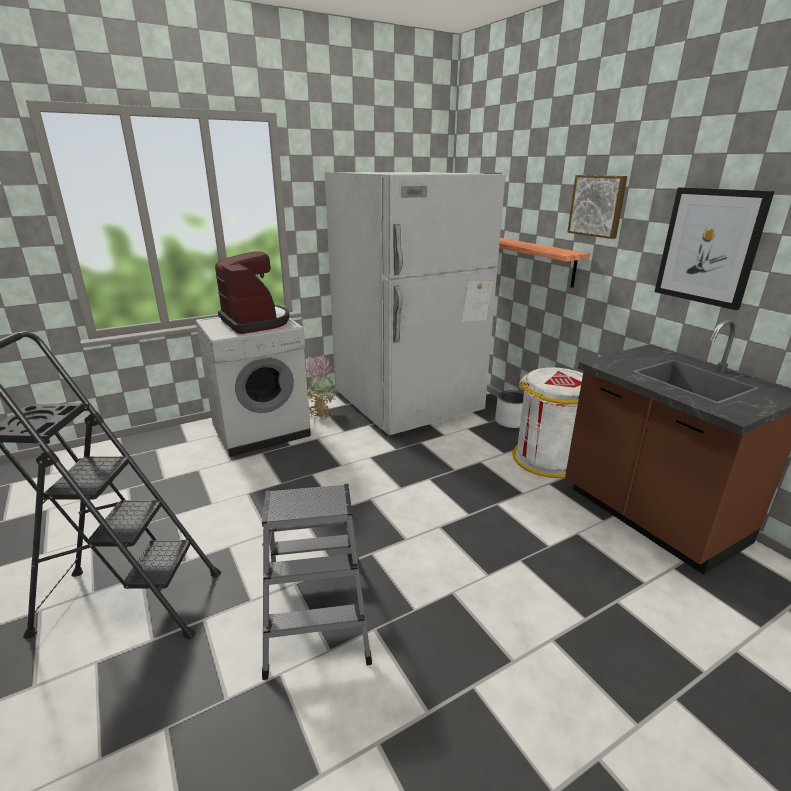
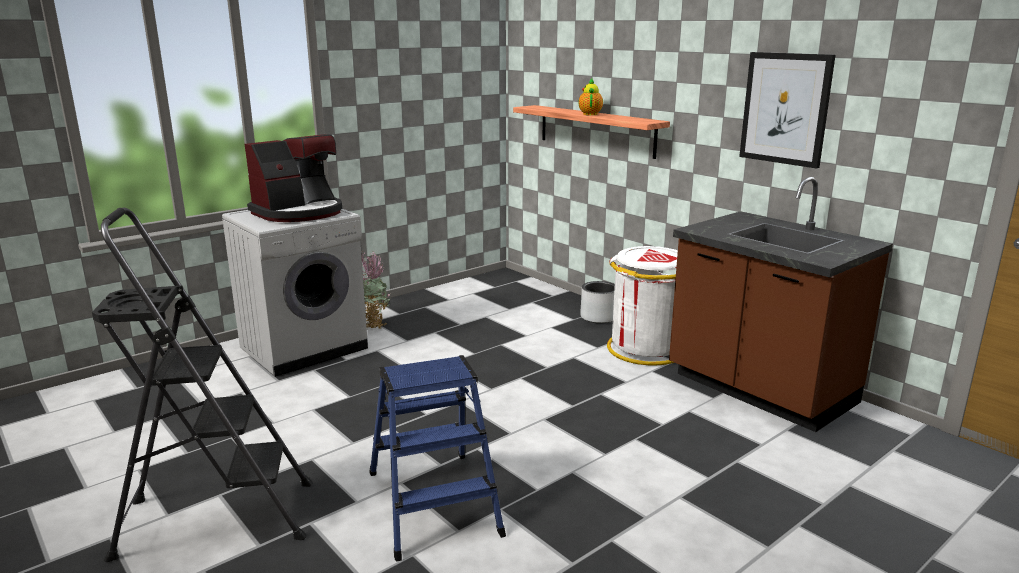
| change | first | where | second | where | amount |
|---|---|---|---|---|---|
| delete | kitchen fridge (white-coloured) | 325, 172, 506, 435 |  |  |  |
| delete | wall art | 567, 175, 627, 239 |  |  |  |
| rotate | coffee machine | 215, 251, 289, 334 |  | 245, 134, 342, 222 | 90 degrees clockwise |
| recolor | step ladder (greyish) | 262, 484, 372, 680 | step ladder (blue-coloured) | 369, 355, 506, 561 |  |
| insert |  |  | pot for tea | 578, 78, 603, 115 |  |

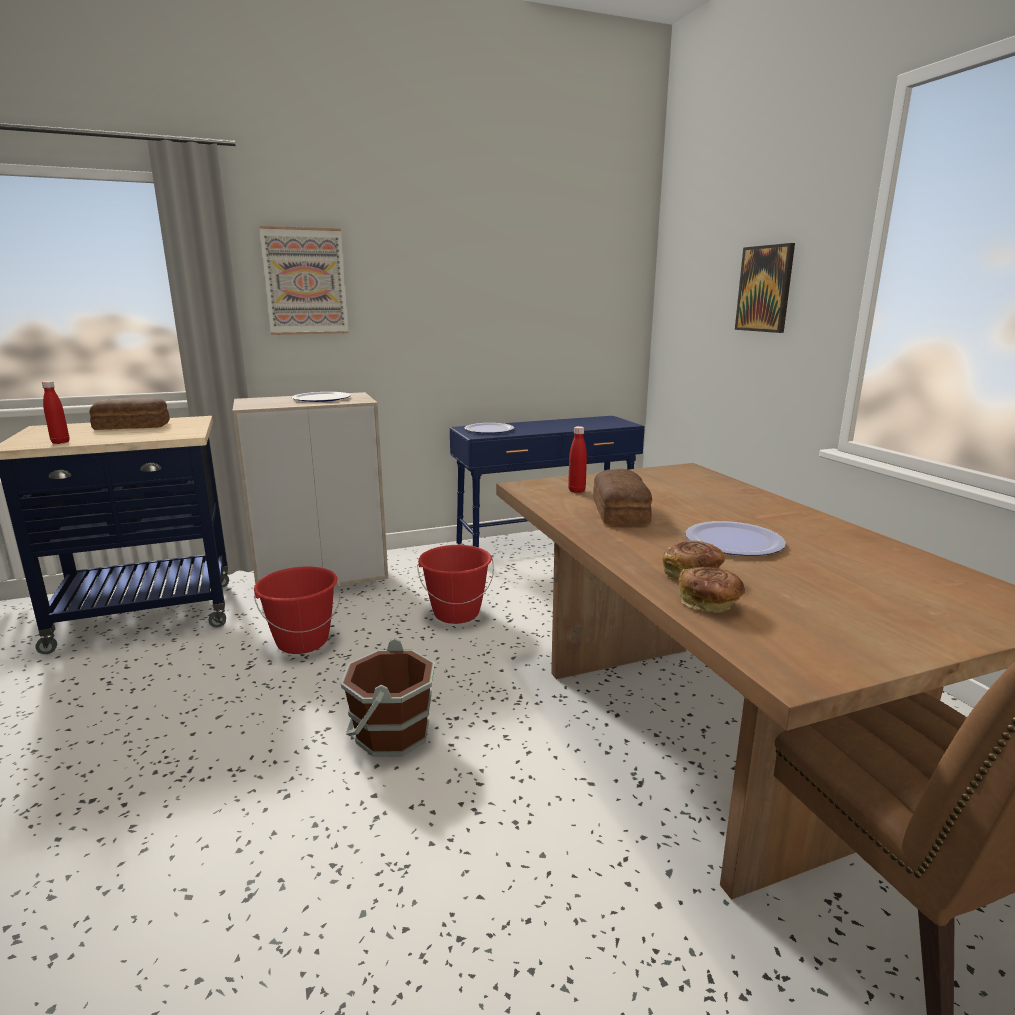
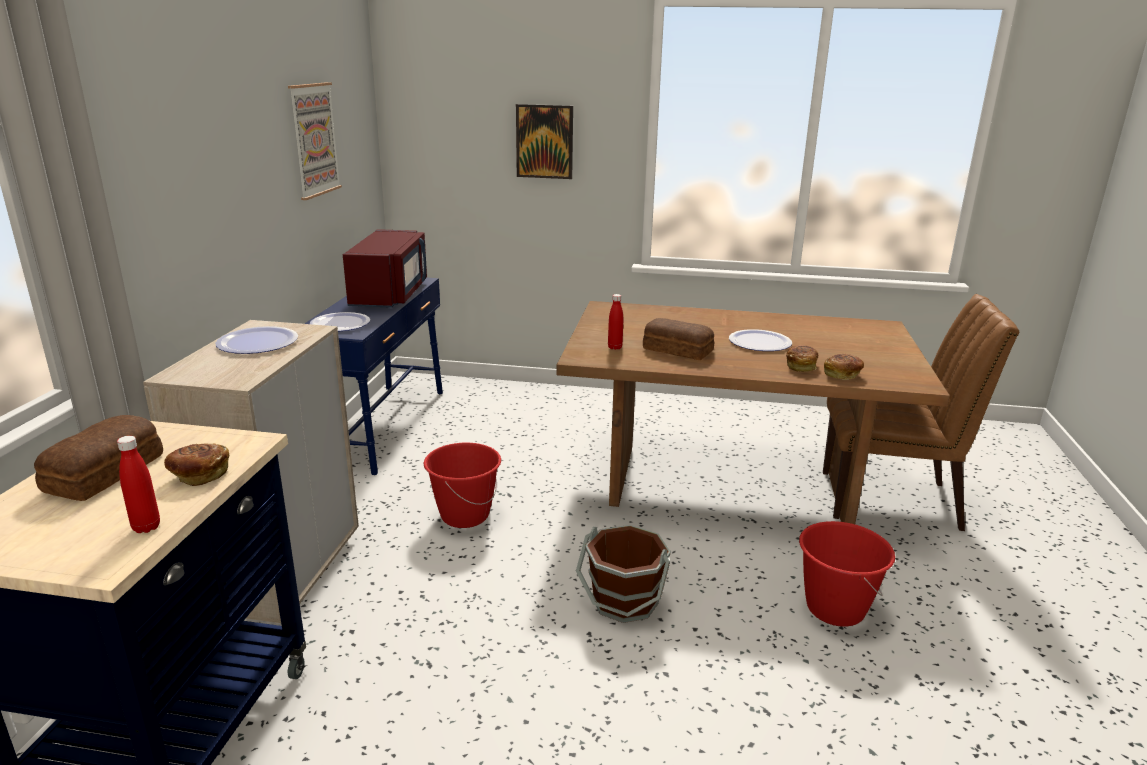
| change | first | where | second | where | amount |
|---|---|---|---|---|---|
| move | wall art | 259, 226, 349, 335 |  | 288, 82, 342, 200 |  |
| move | pail (red) | 254, 566, 341, 654 |  | 799, 521, 895, 627 |  |
| insert |  |  | microwave (red) | 343, 229, 427, 308 |  |
| insert |  |  | bread | 164, 443, 229, 486 |  |

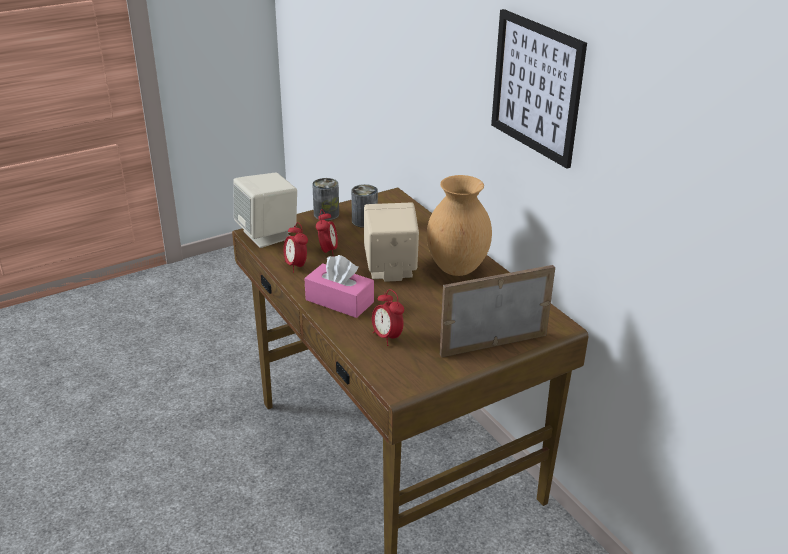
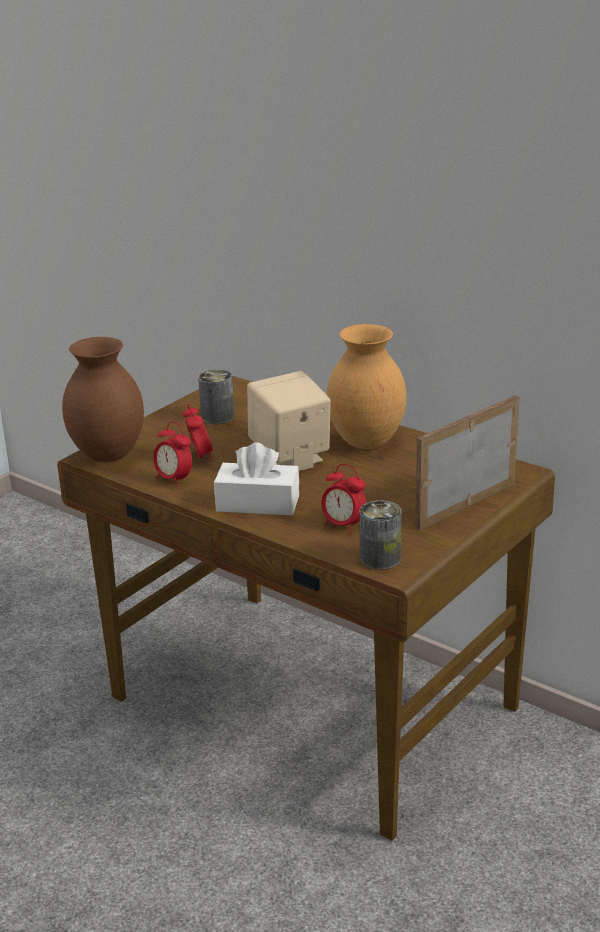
| change | first | where | second | where | amount |
|---|---|---|---|---|---|
| delete | wall art | 491, 9, 587, 169 |  |  |  |
| replace | loudspeaker (sand-coloured) | 233, 173, 297, 248 | vase (brown-coloured) | 62, 337, 144, 462 |  |
| move | metal can | 312, 178, 339, 221 |  | 359, 500, 402, 570 |  |
| recolor | box of tissues (pinkish) | 304, 255, 374, 318 | box of tissues (white-coloured) | 214, 442, 299, 515 |  |

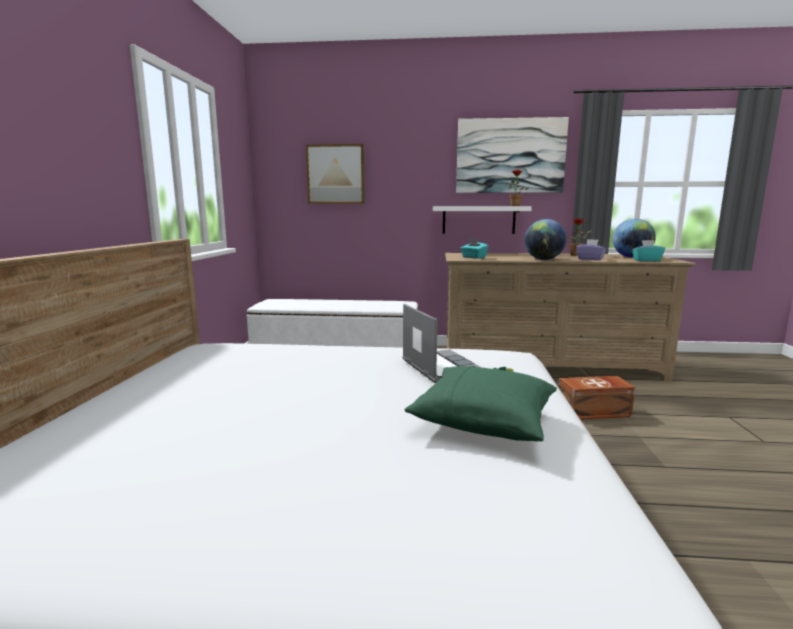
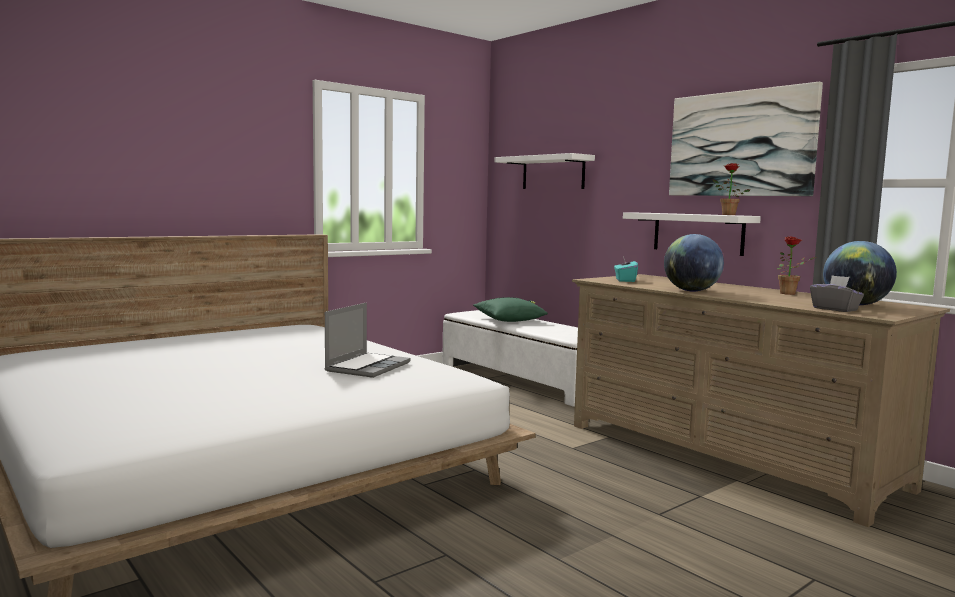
| change | first | where | second | where | amount |
|---|---|---|---|---|---|
| replace | wall art | 306, 144, 365, 204 | wall shelf (white-coloured) | 495, 153, 595, 189 |  |
| delete | box of tissues (purple) | 576, 239, 606, 260 |  |  |  |
| recolor | box of tissues (turquoise) | 632, 240, 665, 261 | box of tissues (greyish) | 810, 275, 864, 312 |  |
| move | cushion (greenish) | 405, 366, 557, 441 |  | 473, 297, 548, 322 |  |
| delete | storage container (brown-coloured) | 558, 376, 636, 419 |  |  |  |

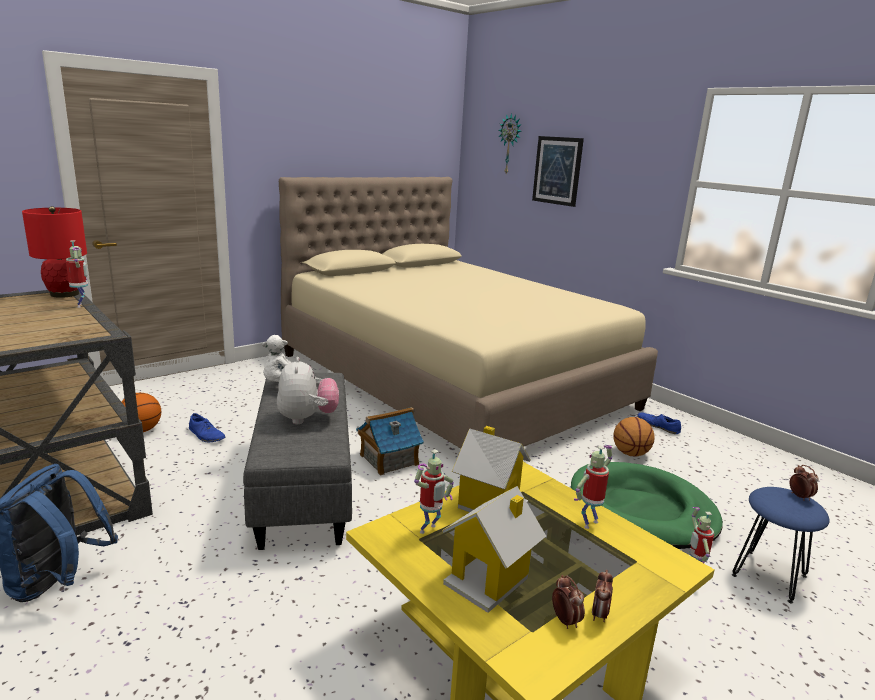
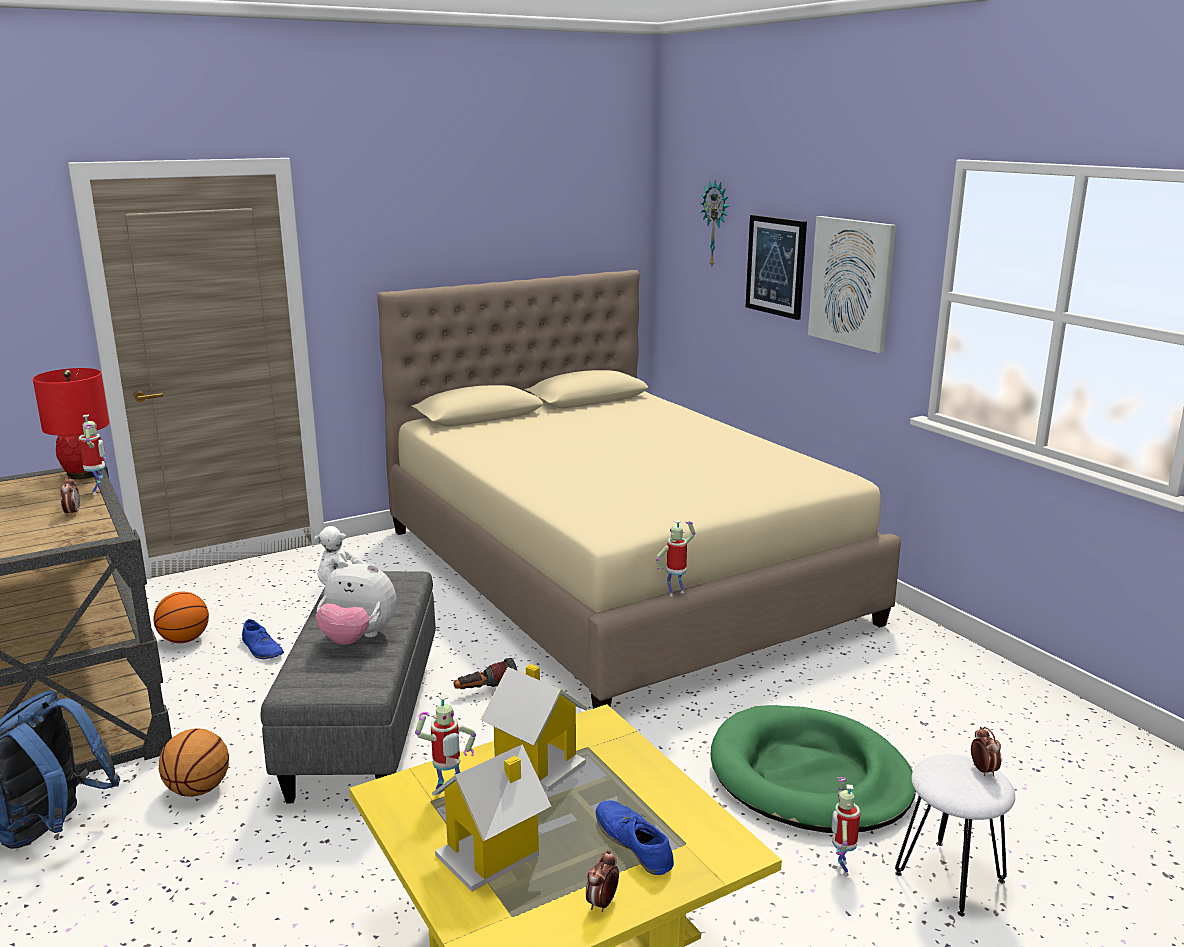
| change | first | where | second | where | amount |
|---|---|---|---|---|---|
| rotate | cuddly toy | 277, 357, 339, 424 |  | 316, 561, 397, 645 | 105 degrees clockwise |
| replace | toy house | 356, 407, 424, 476 | flashlight | 454, 658, 517, 689 |  |
| move | low shoe (blue-coloured) | 637, 412, 681, 434 |  | 596, 800, 674, 875 |  |
| move | basketball ball | 613, 417, 655, 457 |  | 159, 728, 229, 797 |  |
| move | toy robot | 574, 445, 612, 529 |  | 656, 520, 695, 597 |  |
| recolor | stool (blue-coloured) | 732, 487, 830, 604 | stool (white-coloured) | 895, 754, 1015, 916 |  |
| move | bedside clock | 552, 575, 585, 629 |  | 60, 476, 80, 516 |  |
| insert |  |  | wall art | 808, 216, 896, 353 |  |

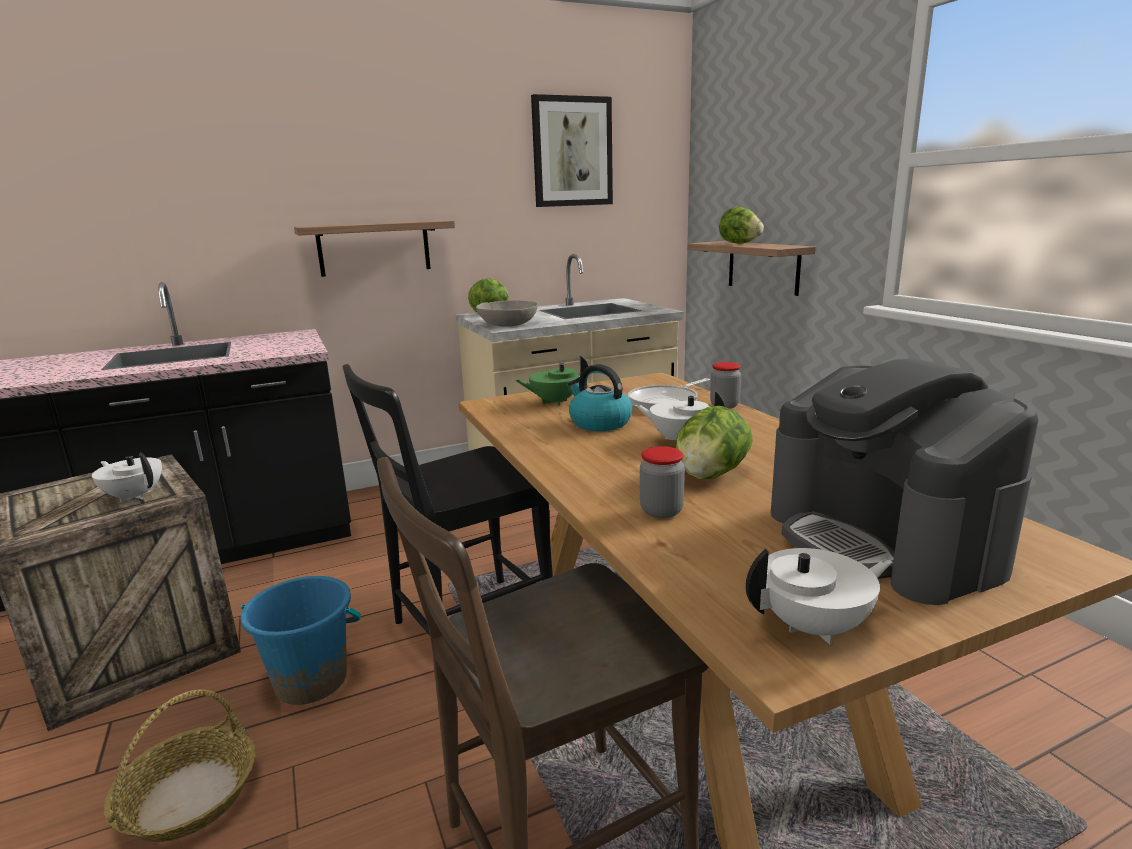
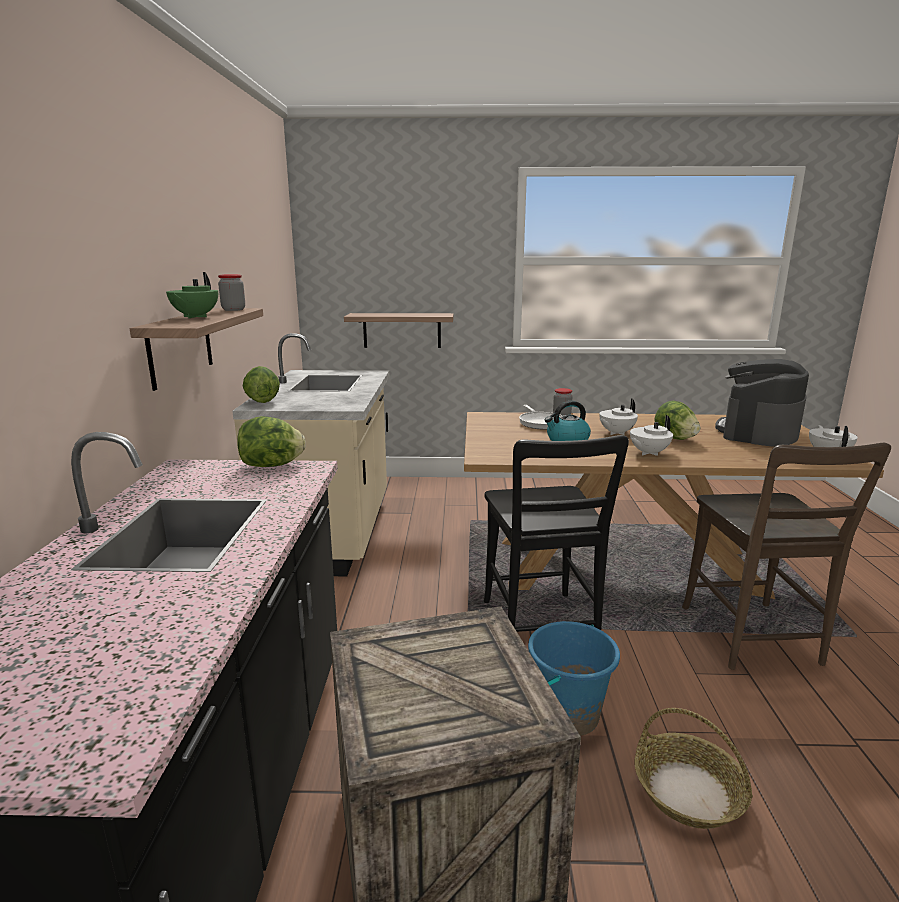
| change | first | where | second | where | amount |
|---|---|---|---|---|---|
| delete | wall art | 531, 94, 613, 207 |  |  |  |
| move | head of lettuce | 719, 206, 764, 243 |  | 238, 416, 306, 467 |  |
| delete | serving bowl (greyish) | 476, 300, 538, 327 |  |  |  |
| move | pot for tea (greenish) | 515, 355, 588, 405 |  | 166, 272, 218, 318 |  |
| rotate | coffee machine | 771, 358, 1038, 605 |  | 715, 359, 809, 446 | 120 degrees clockwise |
| move | jar | 640, 446, 685, 518 |  | 218, 274, 245, 311 |  |
| move | pot for tea (white-coloured) | 92, 453, 162, 502 |  | 630, 415, 673, 456 |  |

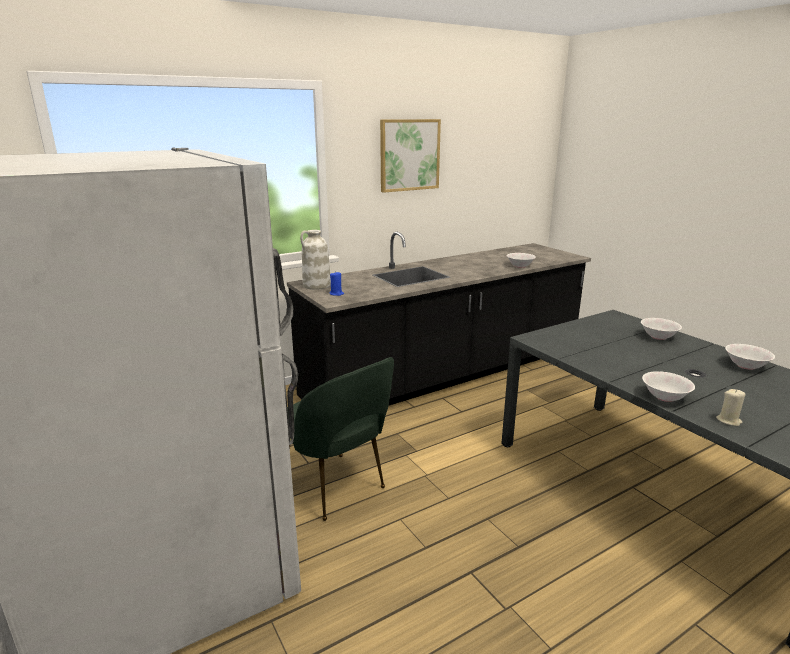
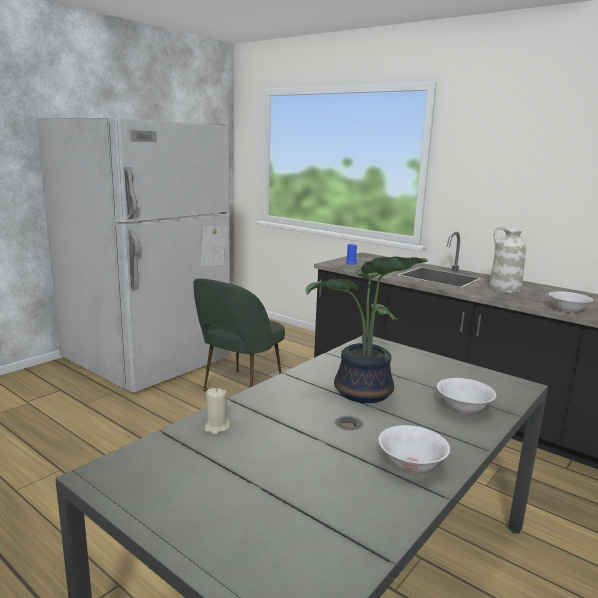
| change | first | where | second | where | amount |
|---|---|---|---|---|---|
| delete | wall art | 380, 119, 441, 193 |  |  |  |
| move | vase (white-coloured) | 300, 230, 331, 290 |  | 489, 226, 526, 293 |  |
| delete | serving bowl (white-coloured) | 642, 371, 695, 402 |  |  |  |
| insert |  |  | plant in a pot | 305, 256, 428, 403 |  |

